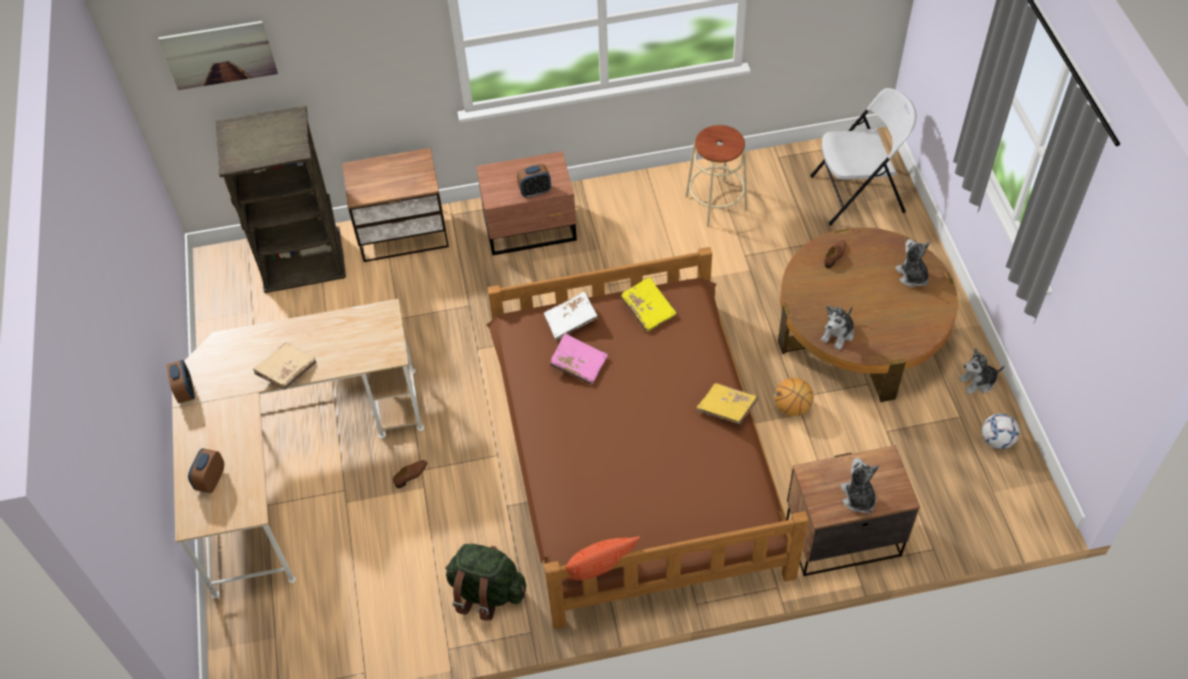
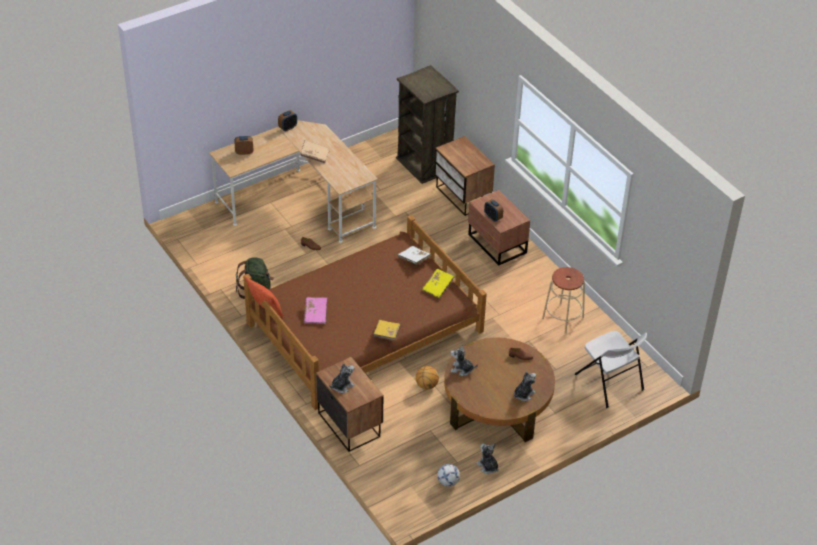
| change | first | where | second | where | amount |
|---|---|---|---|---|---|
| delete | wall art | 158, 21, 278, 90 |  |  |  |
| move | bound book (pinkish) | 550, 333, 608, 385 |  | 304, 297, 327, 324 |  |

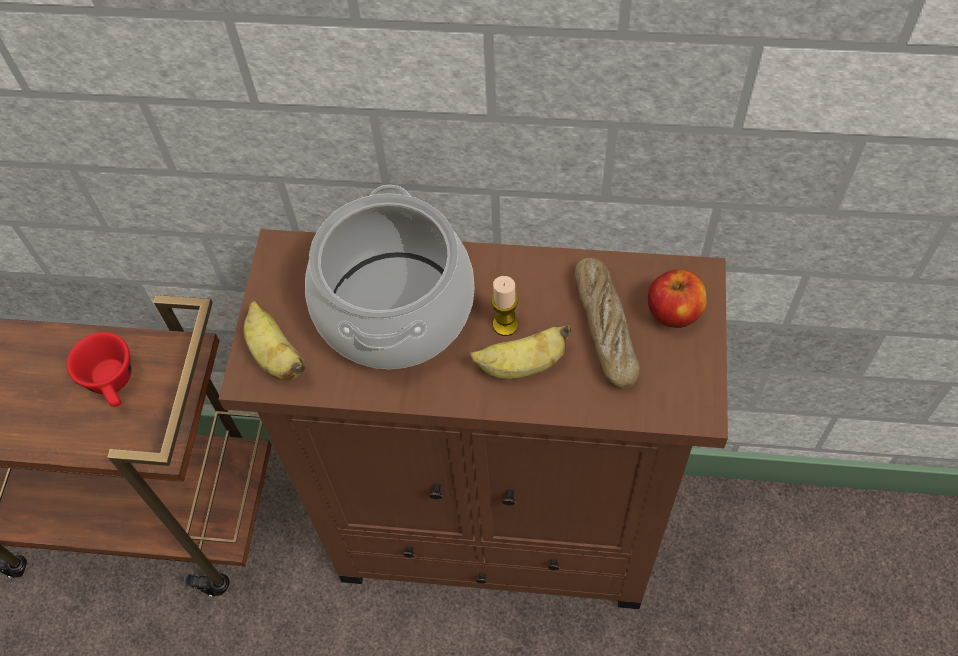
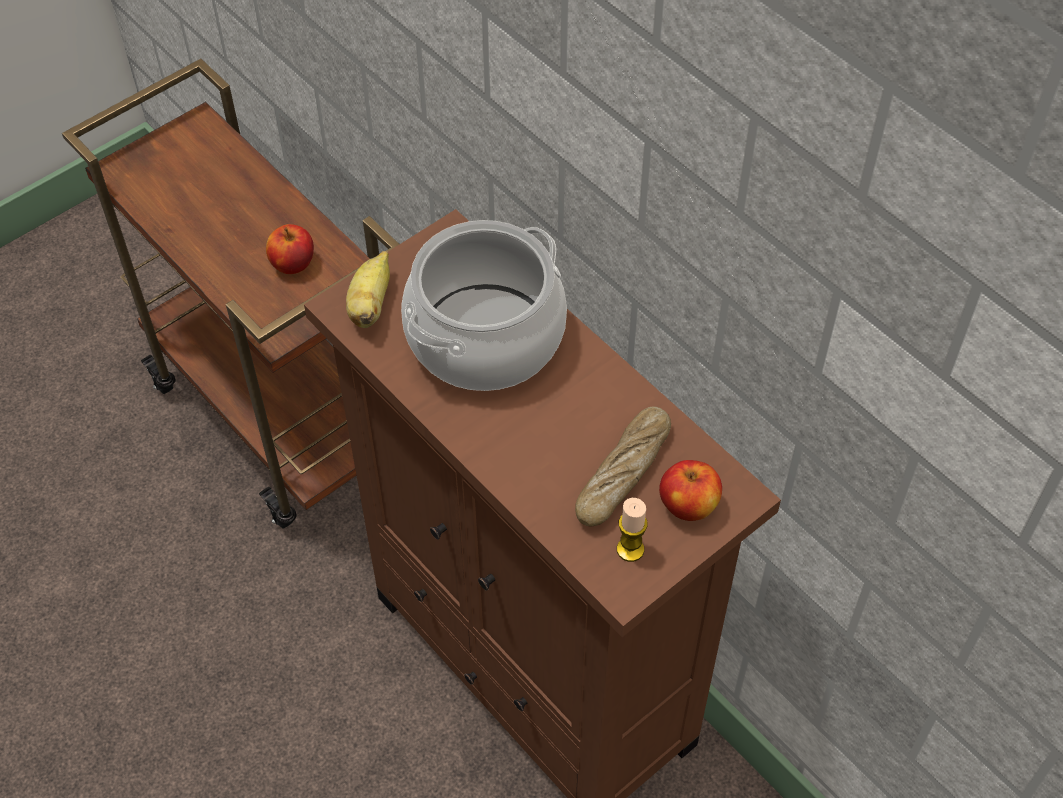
| change | first | where | second | where | amount |
|---|---|---|---|---|---|
| move | wax candle | 491, 276, 518, 336 |  | 617, 498, 648, 562 |  |
| delete | banana fruit | 469, 324, 571, 379 |  |  |  |
| replace | drinking cup (red) | 67, 332, 132, 407 | apple | 266, 224, 314, 274 |  |

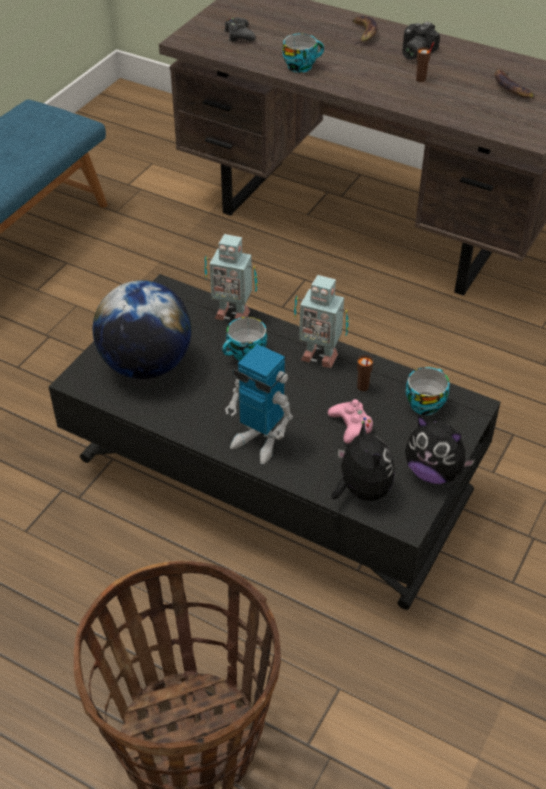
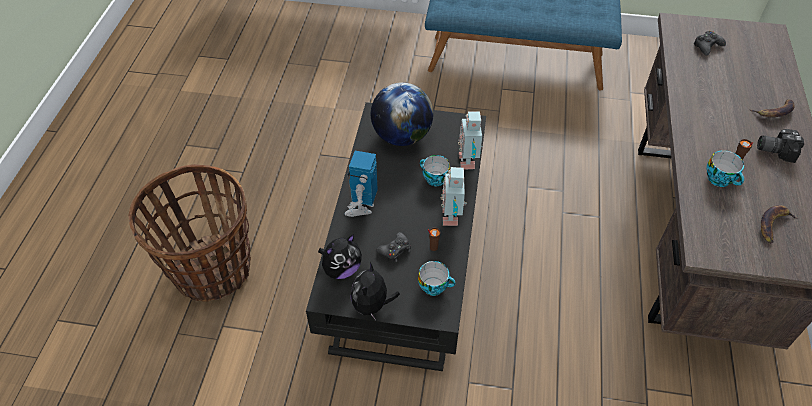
| change | first | where | second | where | amount |
|---|---|---|---|---|---|
| move | drinking cup | 283, 34, 324, 73 |  | 707, 150, 744, 187 |  |
| recolor | joypad (pinkish) | 328, 399, 373, 444 | joypad (black) | 377, 232, 411, 262 |  |

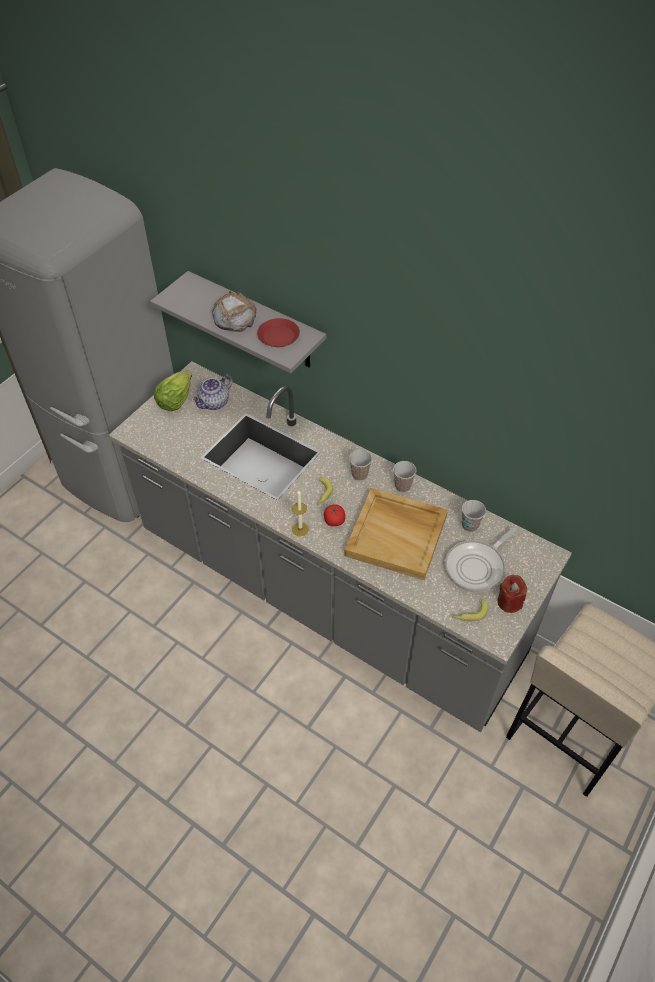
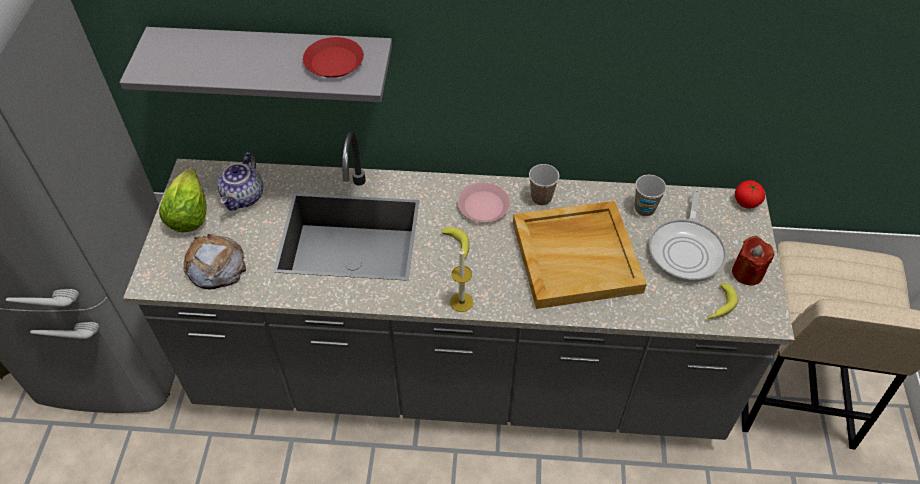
| change | first | where | second | where | amount |
|---|---|---|---|---|---|
| move | bread | 212, 291, 256, 332 |  | 183, 233, 246, 289 |  |
| replace | drinking cup | 349, 449, 372, 481 | flat dish (pinkish) | 458, 182, 510, 222 |  |
| move | tomato | 324, 504, 345, 526 |  | 735, 180, 765, 209 |  |

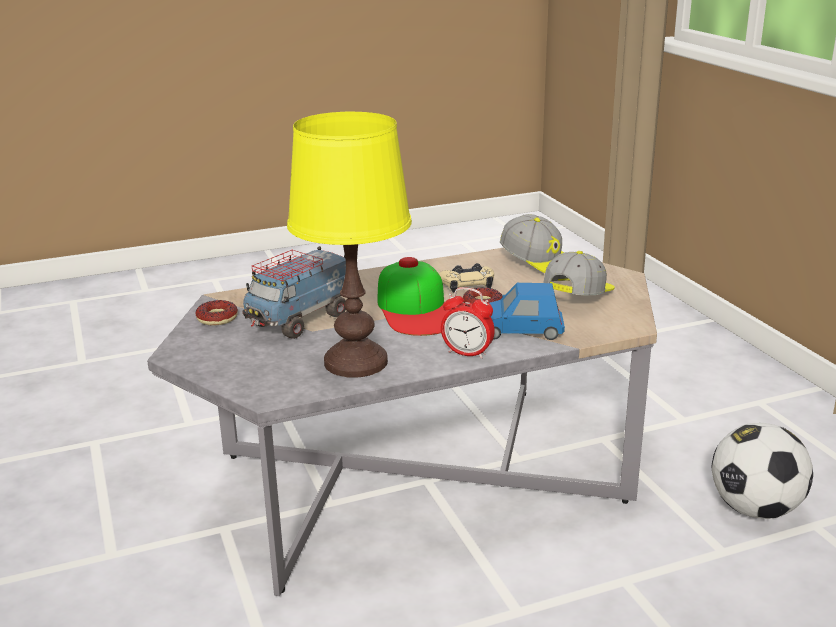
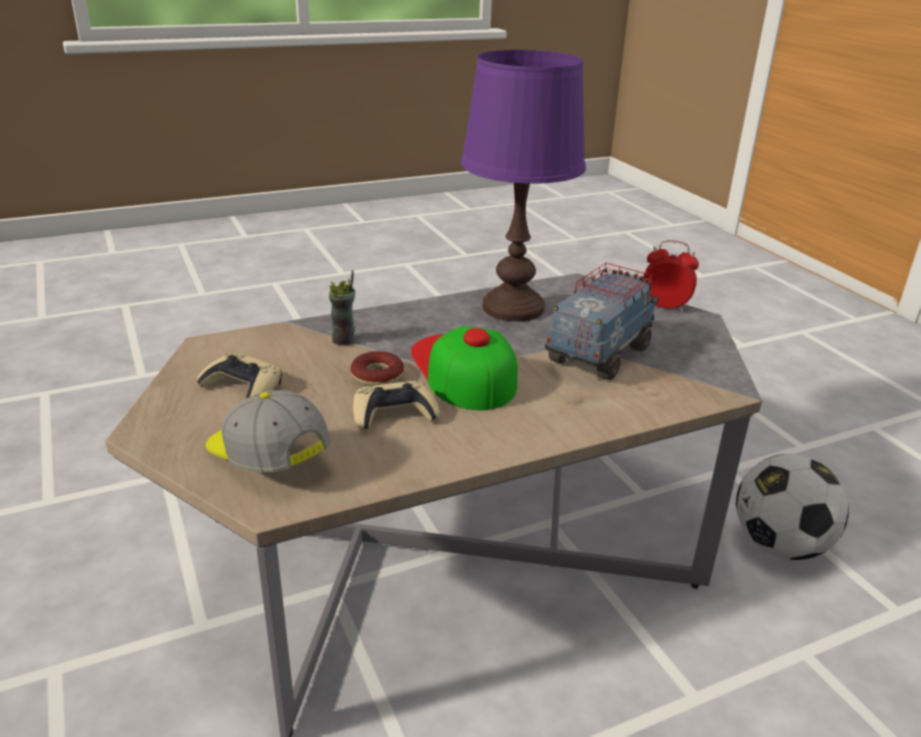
| change | first | where | second | where | amount |
|---|---|---|---|---|---|
| recolor | table lamp (yellowish) | 287, 112, 412, 378 | table lamp (purple) | 461, 50, 586, 322 |  |
| replace | cap | 543, 251, 615, 295 | joypad (sand-coloured) | 197, 353, 282, 398 |  |
| replace | model car (blue-coloured) | 489, 283, 565, 340 | drinking cup | 329, 270, 356, 345 |  |
| move | bedside clock | 441, 287, 495, 359 |  | 643, 240, 699, 312 |  |
| delete | doughnut | 196, 300, 238, 326 |  |  |  |
| move | football | 712, 423, 813, 519 |  | 736, 454, 849, 560 |  |

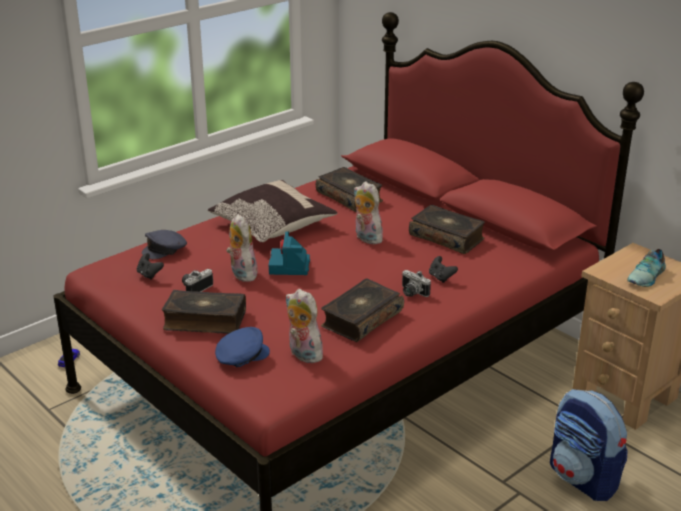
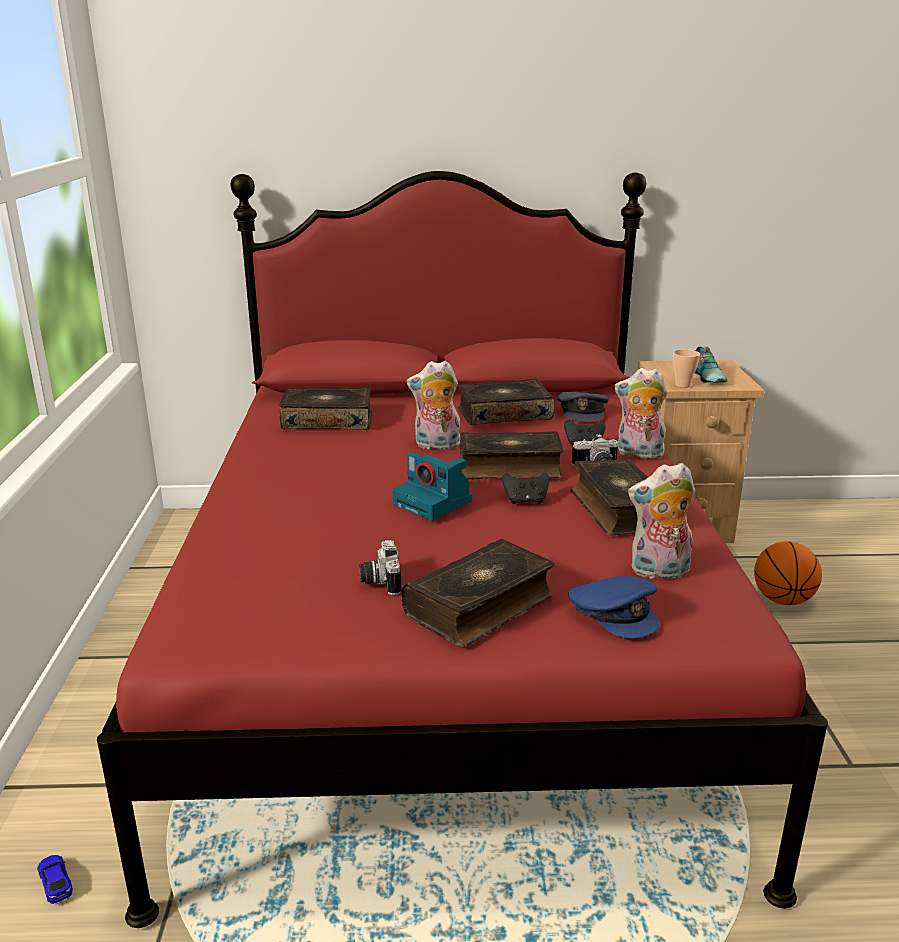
| change | first | where | second | where | amount |
|---|---|---|---|---|---|
| delete | cushion | 208, 180, 337, 242 |  |  |  |
| move | cuddly toy | 226, 214, 258, 282 |  | 614, 368, 667, 459 |  |
| move | cap (greyish) | 142, 230, 187, 259 |  | 557, 392, 609, 423 |  |
| move | joypad (black) | 137, 253, 164, 280 |  | 502, 473, 549, 504 |  |
| rotate | cap (blue-coloured) | 215, 327, 270, 367 |  | 568, 576, 659, 638 | 135 degrees clockwise |
| replace | knapsack | 550, 389, 628, 501 | basketball ball | 754, 542, 822, 605 |  |
| insert |  |  | drinking cup | 673, 349, 700, 388 |  |
| insert |  |  | bound book | 460, 431, 564, 479 |  |

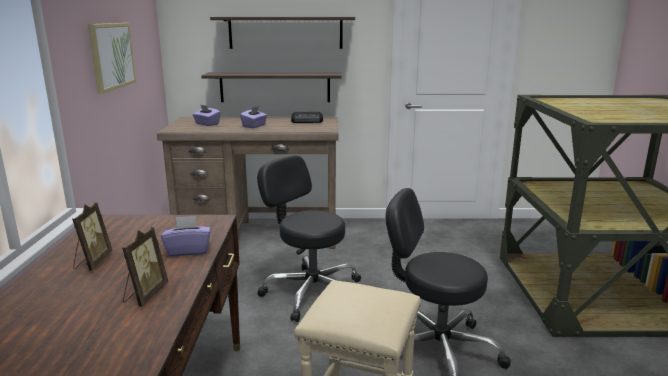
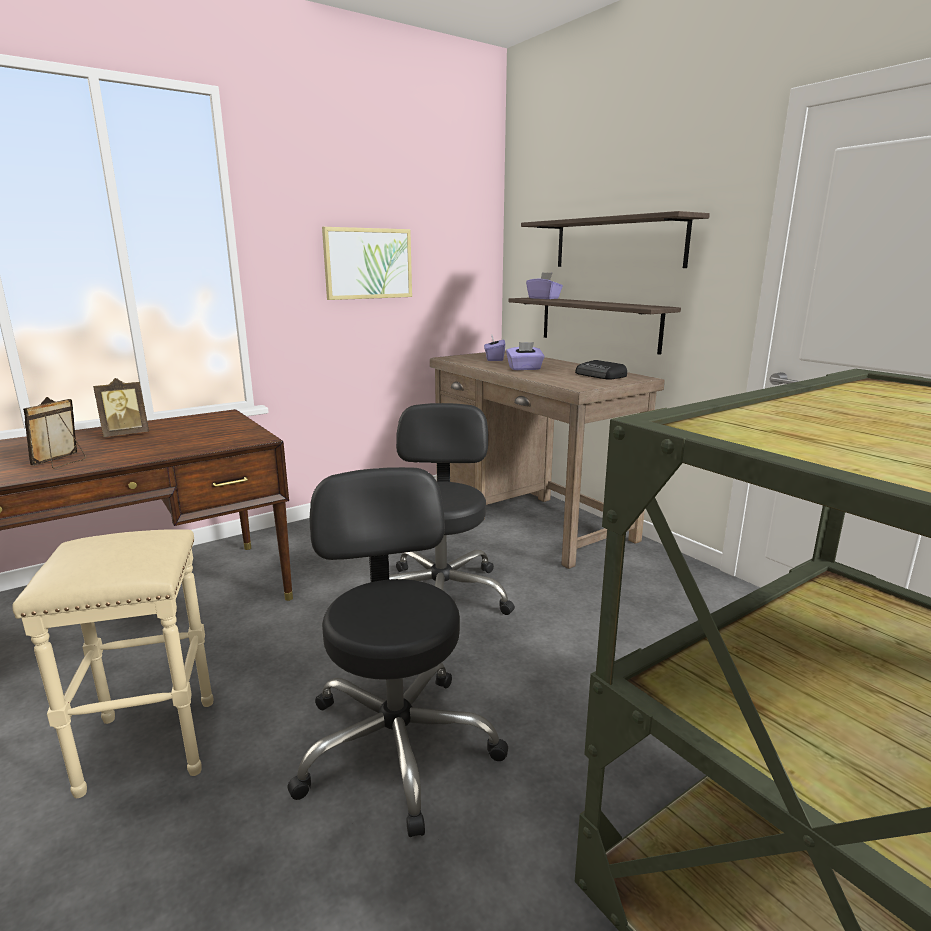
| change | first | where | second | where | amount |
|---|---|---|---|---|---|
| move | box of tissues (purple) | 161, 216, 211, 257 |  | 526, 272, 563, 299 |  |
| rotate | standing frame | 122, 227, 168, 306 |  | 23, 397, 86, 469 | 135 degrees clockwise |

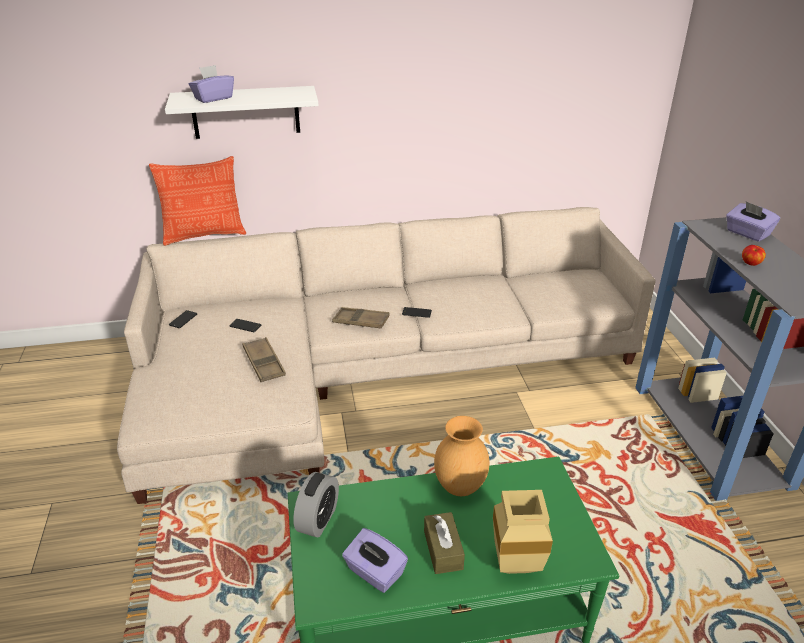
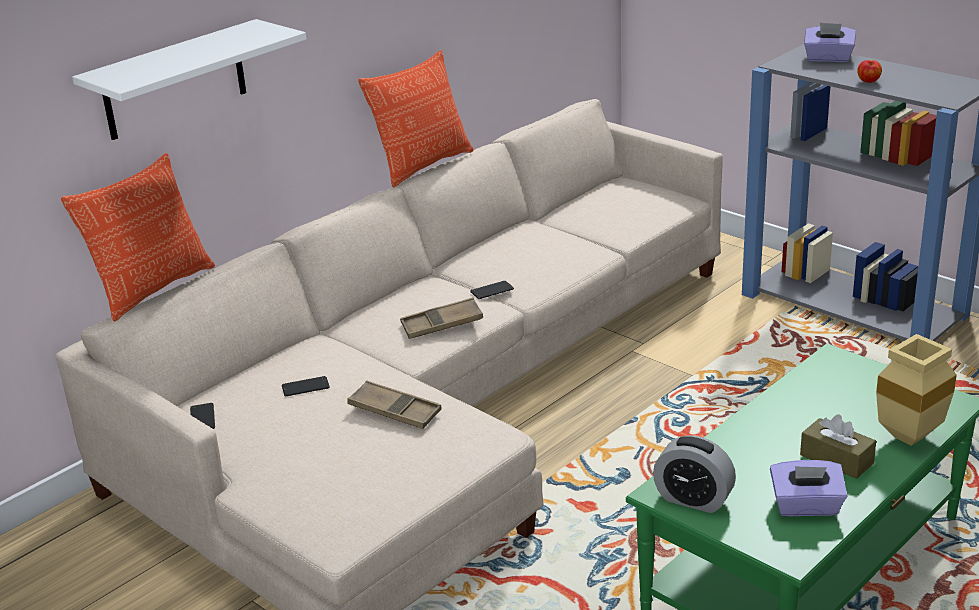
| change | first | where | second | where | amount |
|---|---|---|---|---|---|
| delete | box of tissues (purple) | 189, 65, 234, 103 |  |  |  |
| delete | vase (brown-coloured) | 434, 416, 490, 496 |  |  |  |
| rotate | bedside clock | 293, 472, 339, 538 |  | 653, 435, 736, 513 | 135 degrees clockwise |
| insert |  |  | cushion (orange-coloured) | 358, 50, 474, 188 |  |

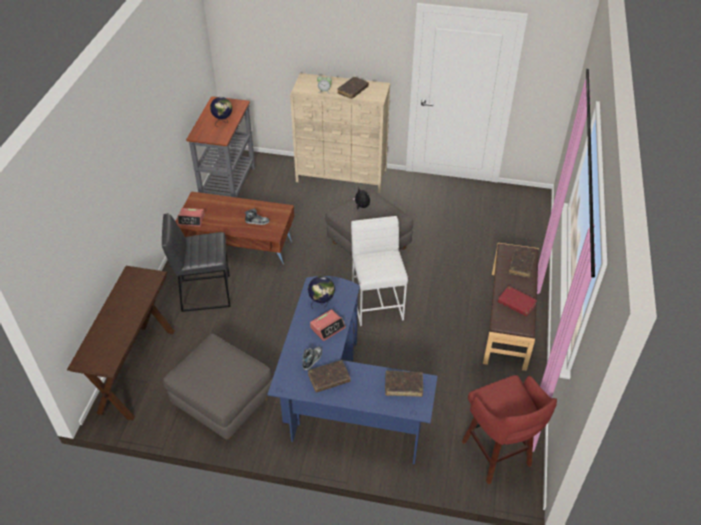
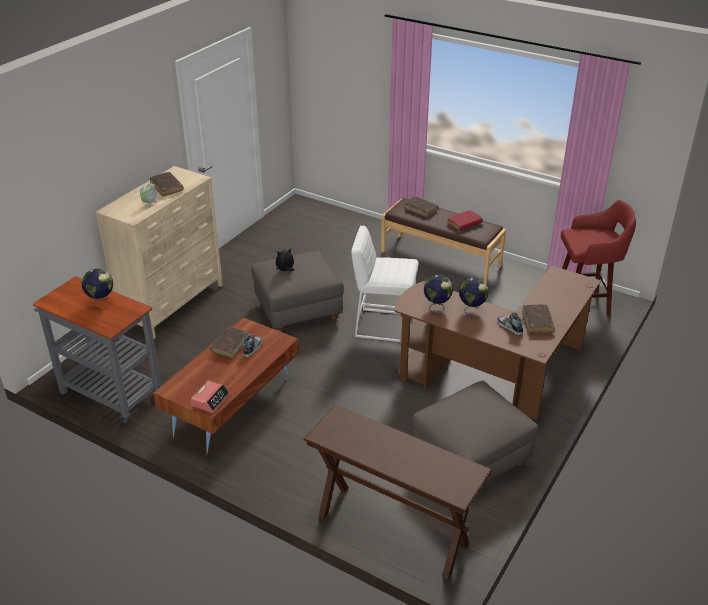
| change | first | where | second | where | amount |
|---|---|---|---|---|---|
| delete | stool (greyish) | 162, 213, 231, 312 |  |  |  |
| recolor | desk (blue-coloured) | 267, 276, 438, 464 | desk (brown-coloured) | 395, 265, 601, 420 |  |
| replace | bedside clock | 310, 309, 346, 341 | desk globe | 459, 278, 488, 318 |  |
| move | bound book (brown-coloured) | 385, 371, 423, 397 |  | 210, 327, 249, 358 |  |

